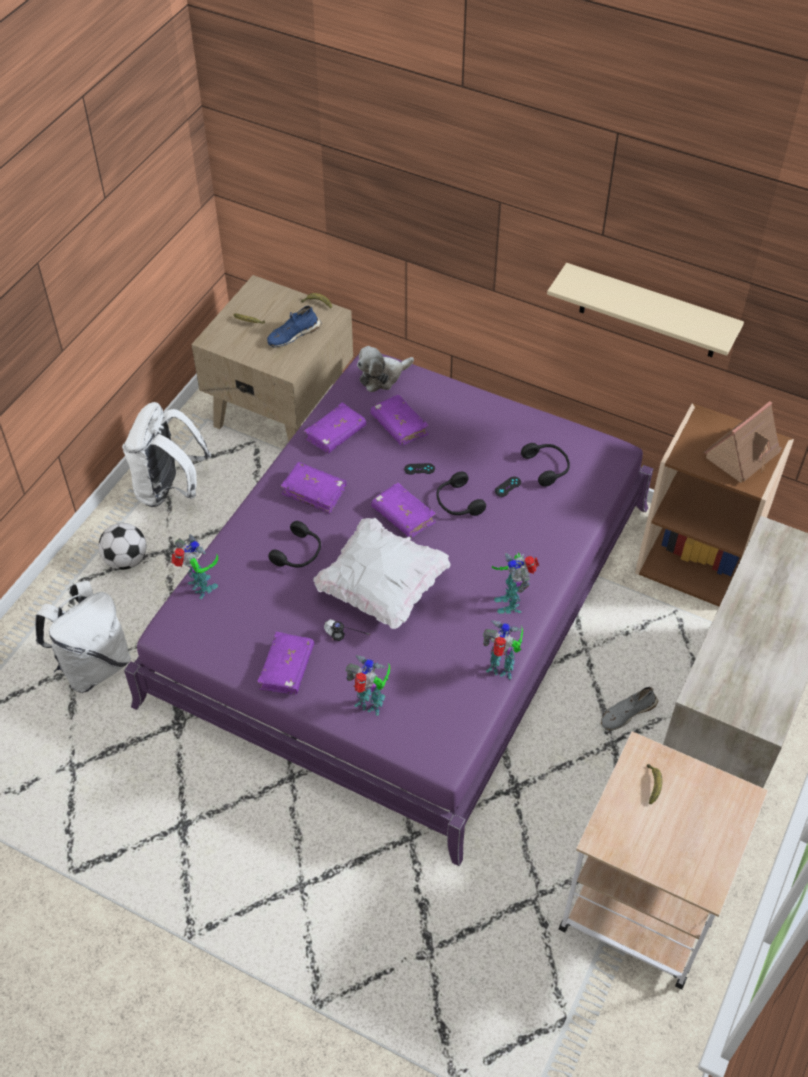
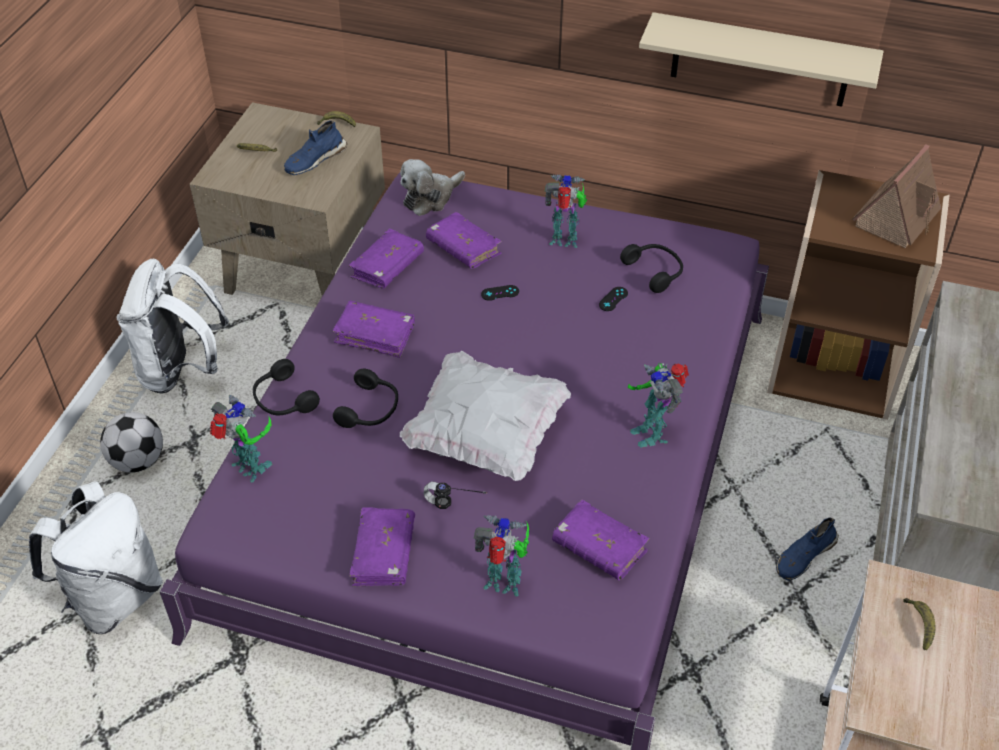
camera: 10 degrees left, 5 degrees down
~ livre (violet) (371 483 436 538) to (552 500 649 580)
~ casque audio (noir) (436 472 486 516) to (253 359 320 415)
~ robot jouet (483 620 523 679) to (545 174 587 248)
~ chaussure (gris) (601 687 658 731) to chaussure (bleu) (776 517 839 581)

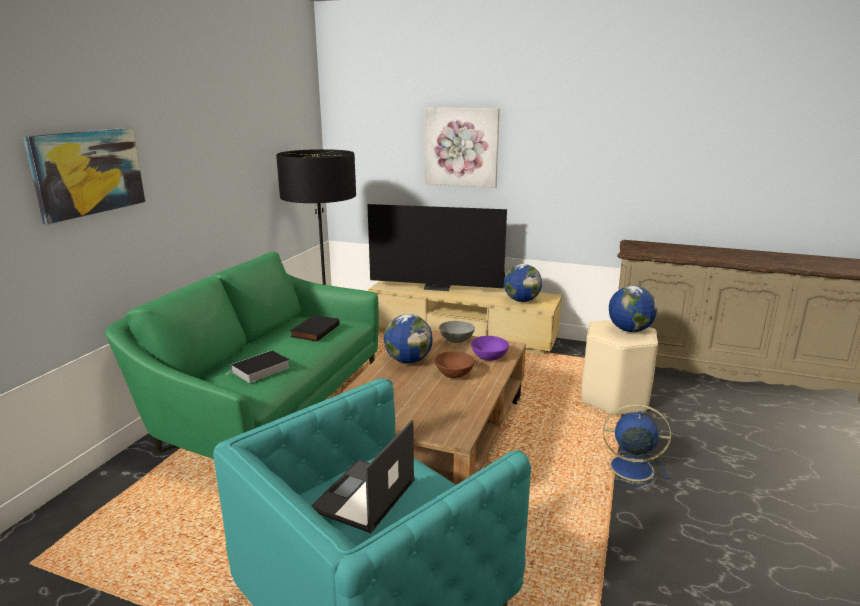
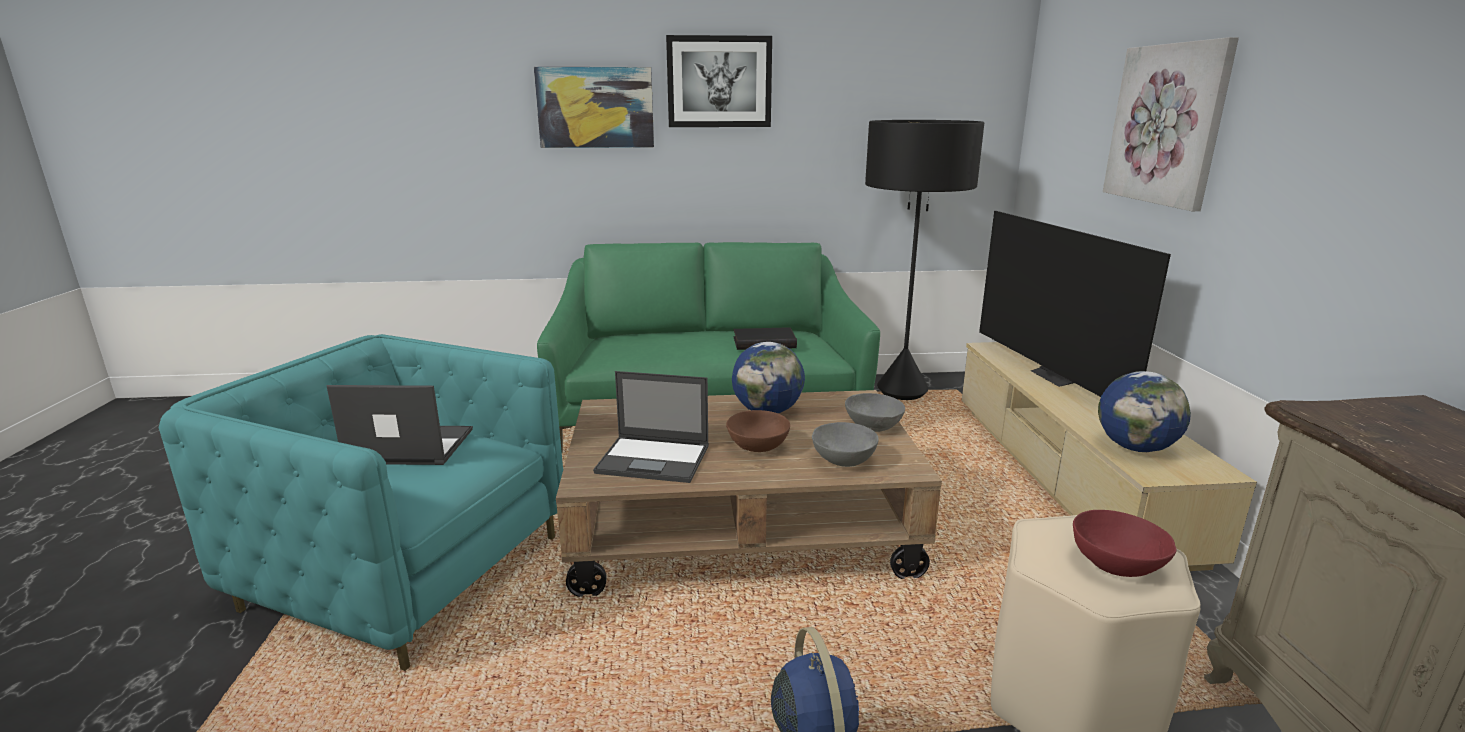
camera: 65 degrees right, 0 degrees up
- livre (224 350 290 383)
~ bol (violet) (471 336 509 361) to bol (gris) (812 422 879 467)
~ globe (609 286 657 332) to bol (rouge) (1073 510 1177 577)
+ ordinateur portable (593 371 709 483)
+ tableau (666 35 772 127)

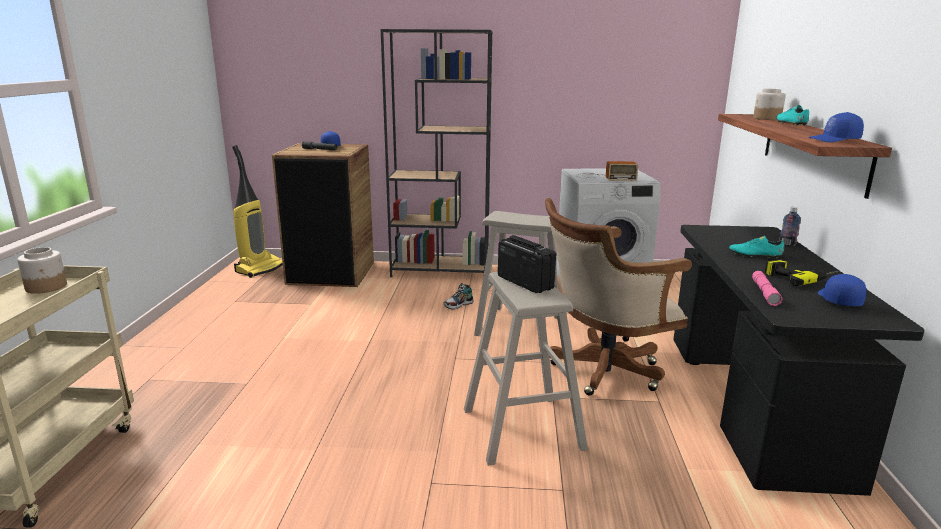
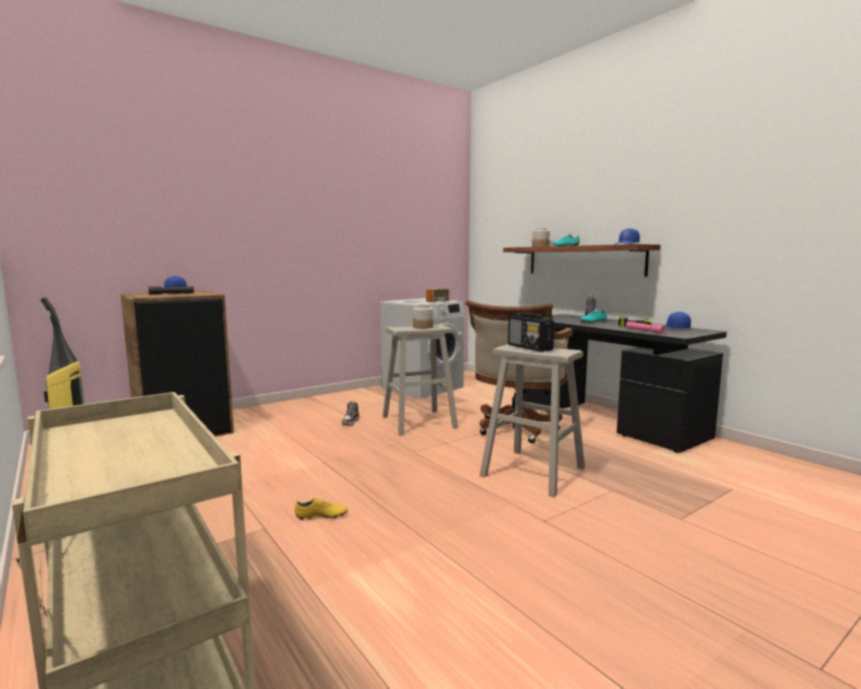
camera: 40 degrees left, 10 degrees down
~ bocal (17 247 67 294) to (413 305 433 329)
- bibliothèque (381 29 492 277)
~ radio (498 235 556 293) = (508 312 554 352) 135 degrees counterclockwise
+ chaussure (jaune) (295 498 348 520)

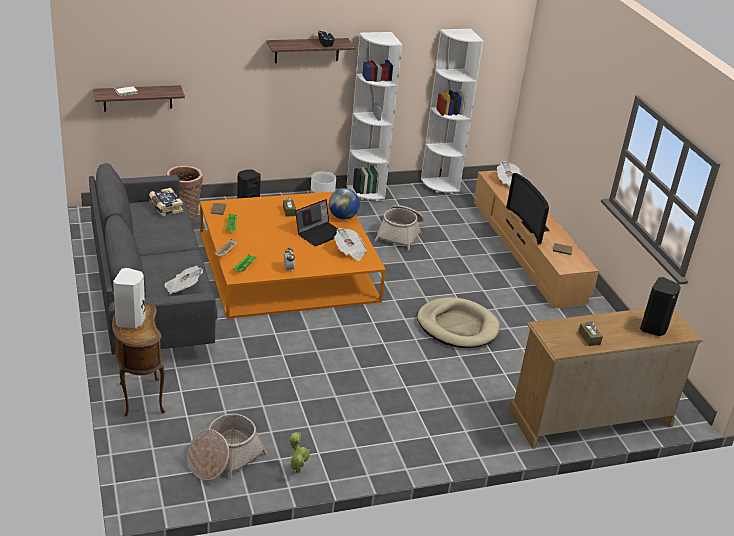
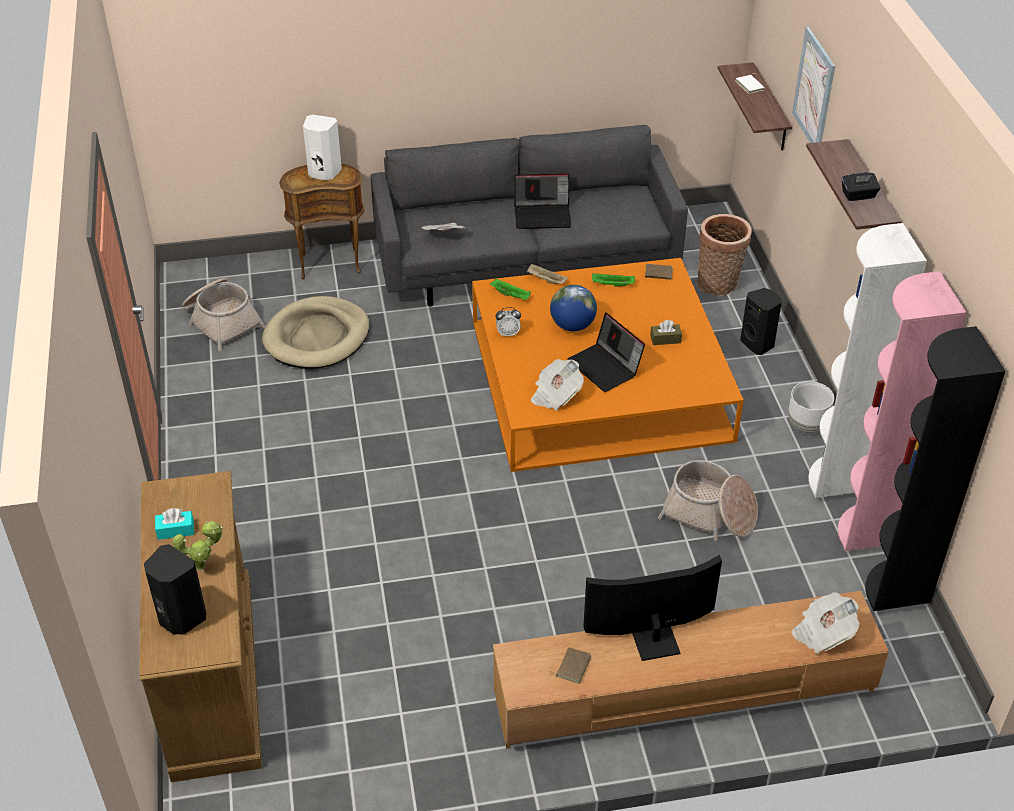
camera: 100 degrees right, 10 degrees up
- livre (149 188 183 216)
~ plante en pot (289 432 310 473) to (172 521 223 571)
~ globe (329 188 360 219) to (550 285 597 331)
~ panier pour chien (beige) (417 297 500 348) to (262 296 369 368)
~ bibliothèque (blanc) (421 29 483 194) to bibliothèque (noir) (865 326 1005 611)
~ boîte à mouchoirs (marron) (578 321 603 346) to boîte à mouchoirs (turquoise) (155 508 194 540)
+ ordinateur portable (514 173 571 229)
+ tableau (792 27 835 143)
+ bibliothèque (rose) (838 271 967 551)

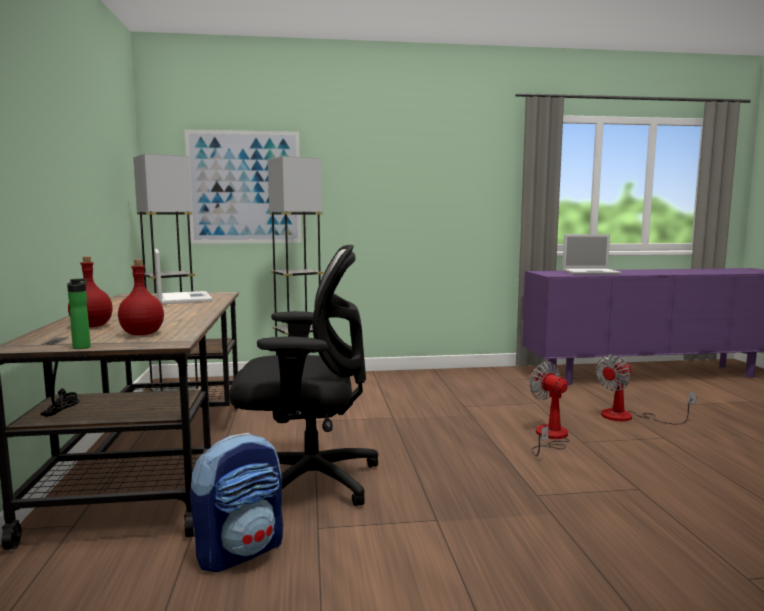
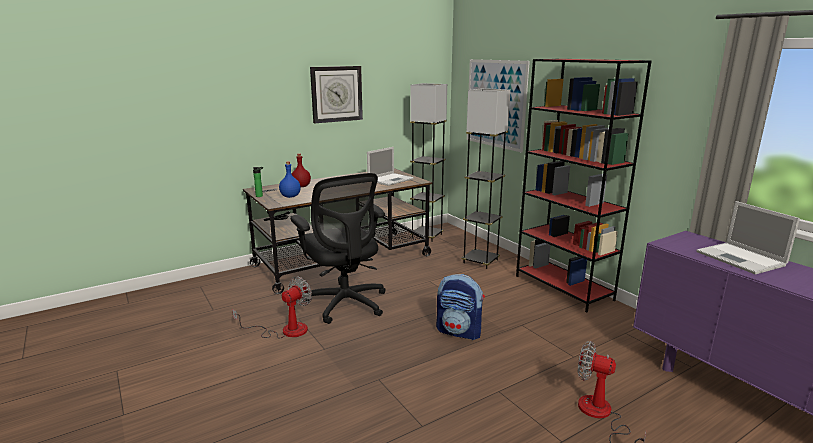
camera: 65 degrees right, 10 degrees up
~ bouteille (rouge) (118 260 164 335) to bouteille (bleu) (279 161 301 198)
~ sac à dos (190 433 283 572) to (436 274 485 340)
~ ventilateur (529 362 570 456) to (232 277 312 339)
+ horloge murale (310 66 363 123)
+ bibliothèque (rouge) (516 59 651 312)

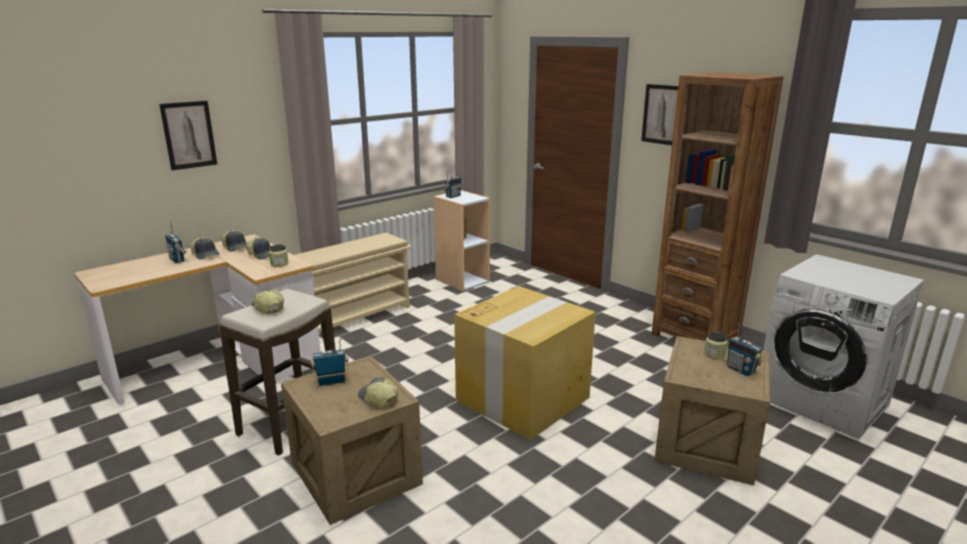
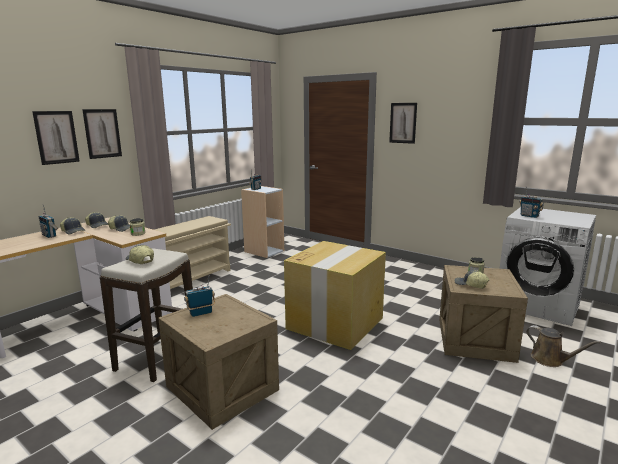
camera: 10 degrees left, 5 degrees down
~ casquette (358 378 398 408) to (455 270 489 289)
- bibliothèque (marron) (652 73 784 341)
~ radio (727 323 762 376) to (519 186 544 218)
+ tableau (82 109 122 159)
+ arrosoir (marron) (526 325 601 367)

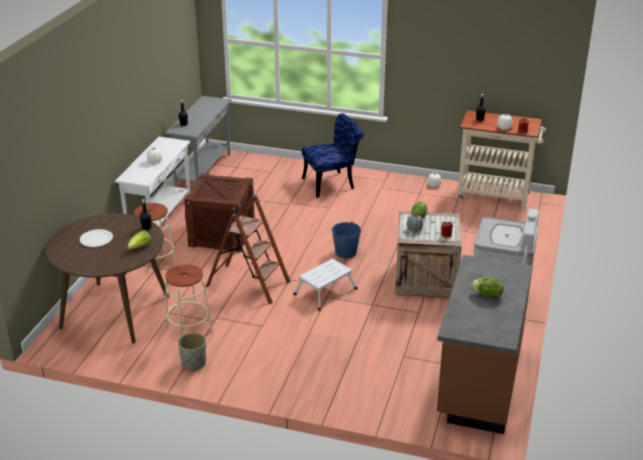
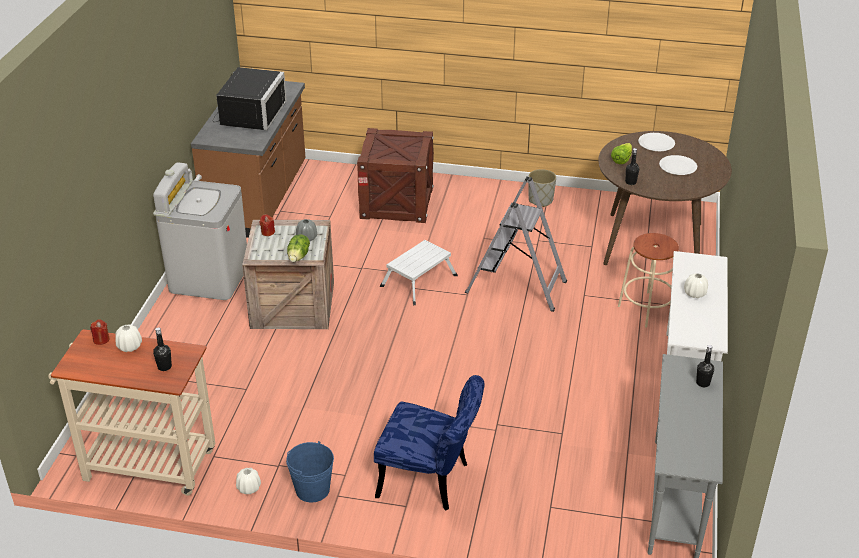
camera: 175 degrees right, 5 degrees up
- tabouret (beige) (165 264 213 337)
~ caisse (184 173 255 252) to (357 128 434 223)
~ escabeau (marron) (206 195 290 304) to escabeau (gris) (465 176 567 312)
~ chaise (bleu) (302 113 364 198) = (374 375 485 511) 135 degrees counterclockwise
~ seau (bleu) (332 221 361 258) to (286 441 334 502)
~ laitue (471 277 504 297) to micro-ondes (noir) (213 67 287 130)
+ assiette (blanc) (638 133 675 151)

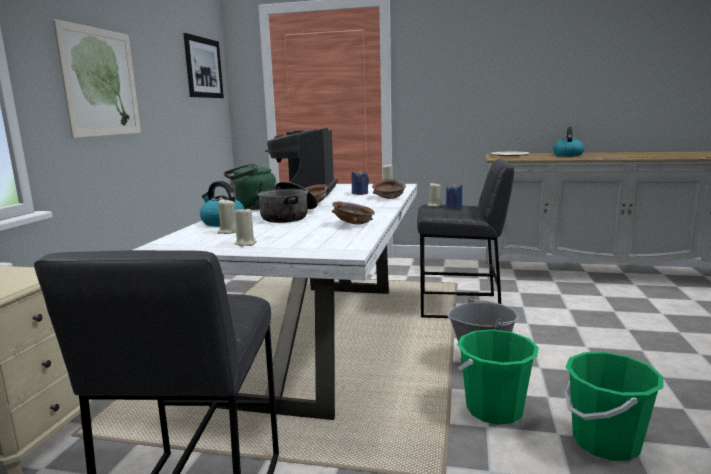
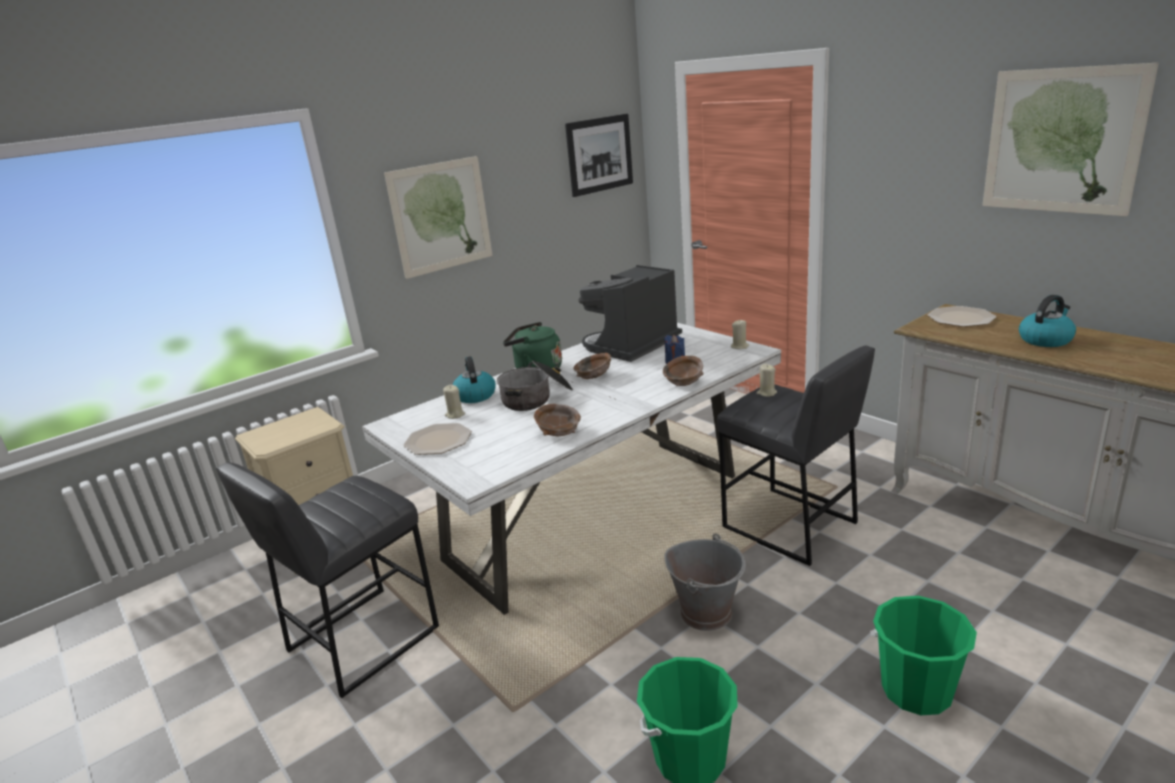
camera: 40 degrees right, 10 degrees up
~ bougie (beige) (234 207 257 246) to assiette (403 423 472 455)
- bougie (bleu) (446 183 462 208)
~ seau (vert) (457 329 539 425) to (870 596 977 715)
+ tableau (983 63 1158 216)

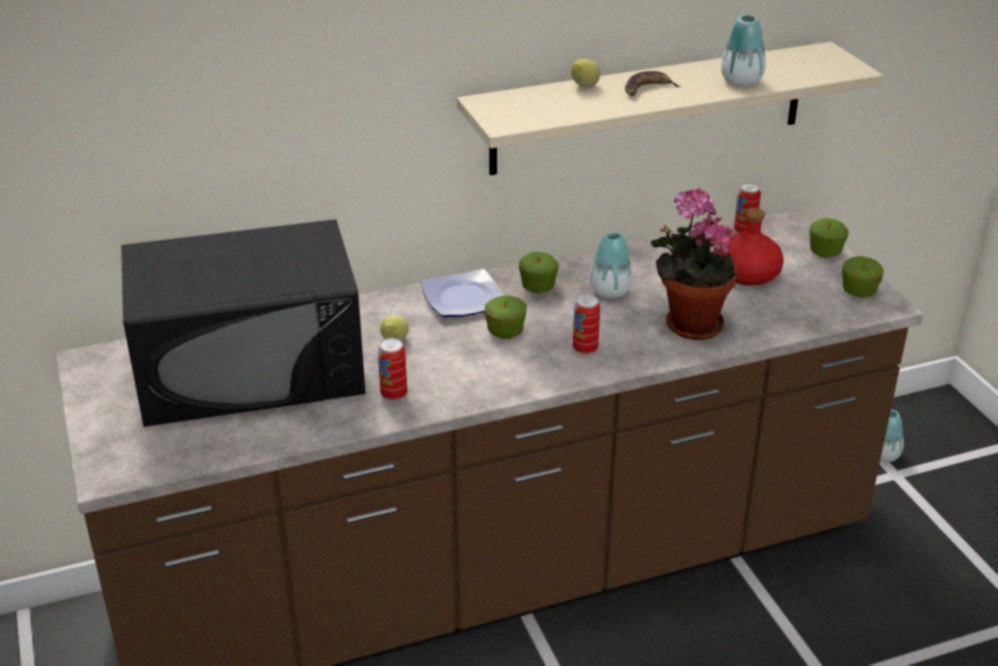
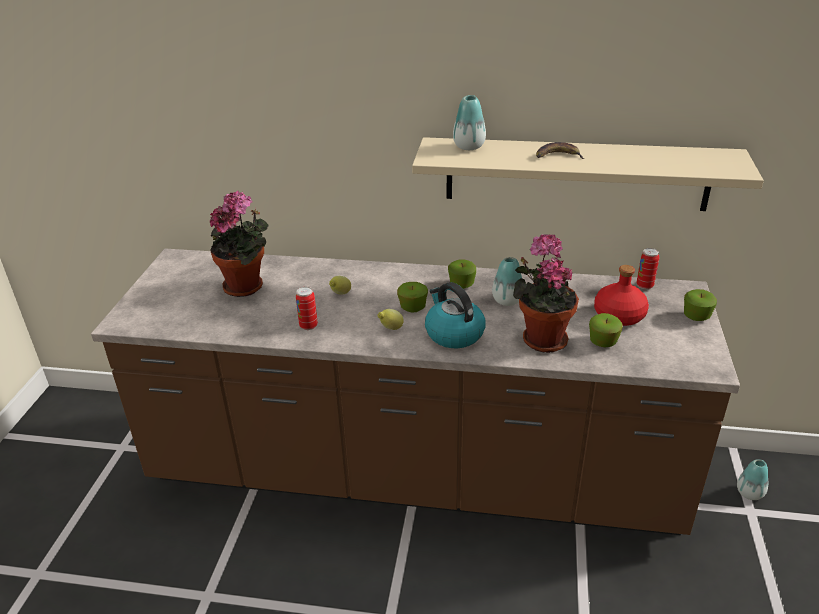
camera: 30 degrees right, 0 degrees up
~ micro-ondes (noir) (121 219 365 427) to plante en pot (210 191 269 297)
- assiette (421 269 504 317)
~ citron (571 59 600 87) to (378 309 404 330)
~ boîte métallique (573 295 600 355) to bouilloire (425 282 486 348)
~ vase (721 14 766 87) to (453 95 486 150)
~ pomme (842 256 884 298) to (589 313 623 347)

